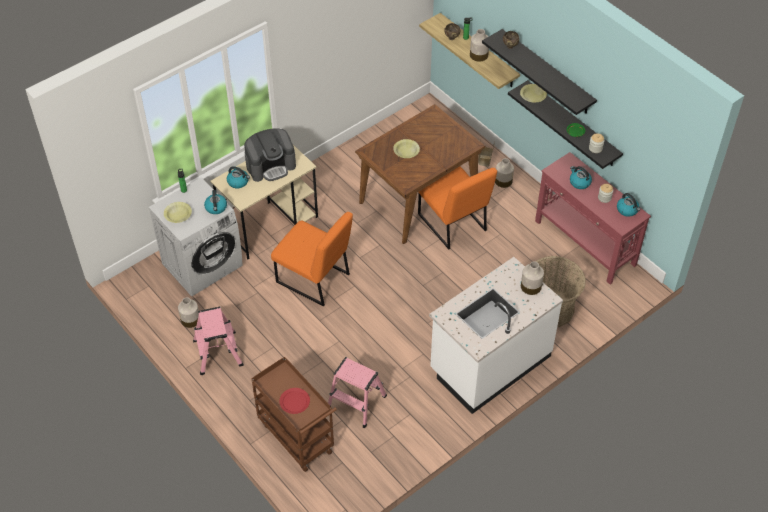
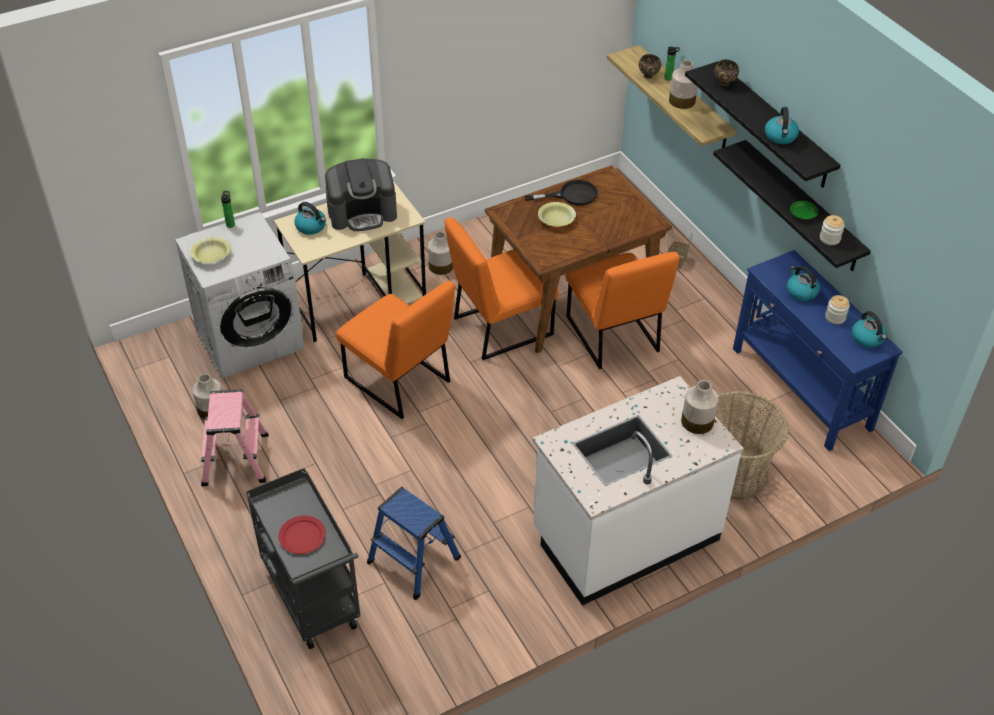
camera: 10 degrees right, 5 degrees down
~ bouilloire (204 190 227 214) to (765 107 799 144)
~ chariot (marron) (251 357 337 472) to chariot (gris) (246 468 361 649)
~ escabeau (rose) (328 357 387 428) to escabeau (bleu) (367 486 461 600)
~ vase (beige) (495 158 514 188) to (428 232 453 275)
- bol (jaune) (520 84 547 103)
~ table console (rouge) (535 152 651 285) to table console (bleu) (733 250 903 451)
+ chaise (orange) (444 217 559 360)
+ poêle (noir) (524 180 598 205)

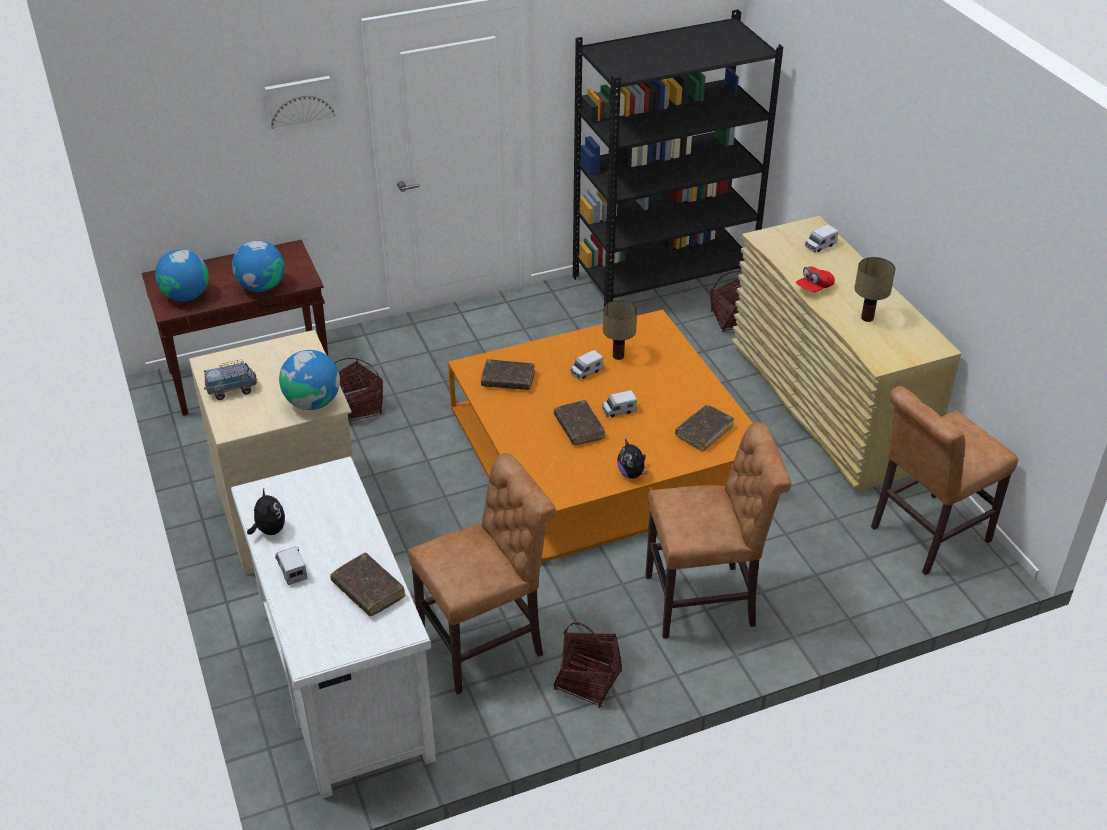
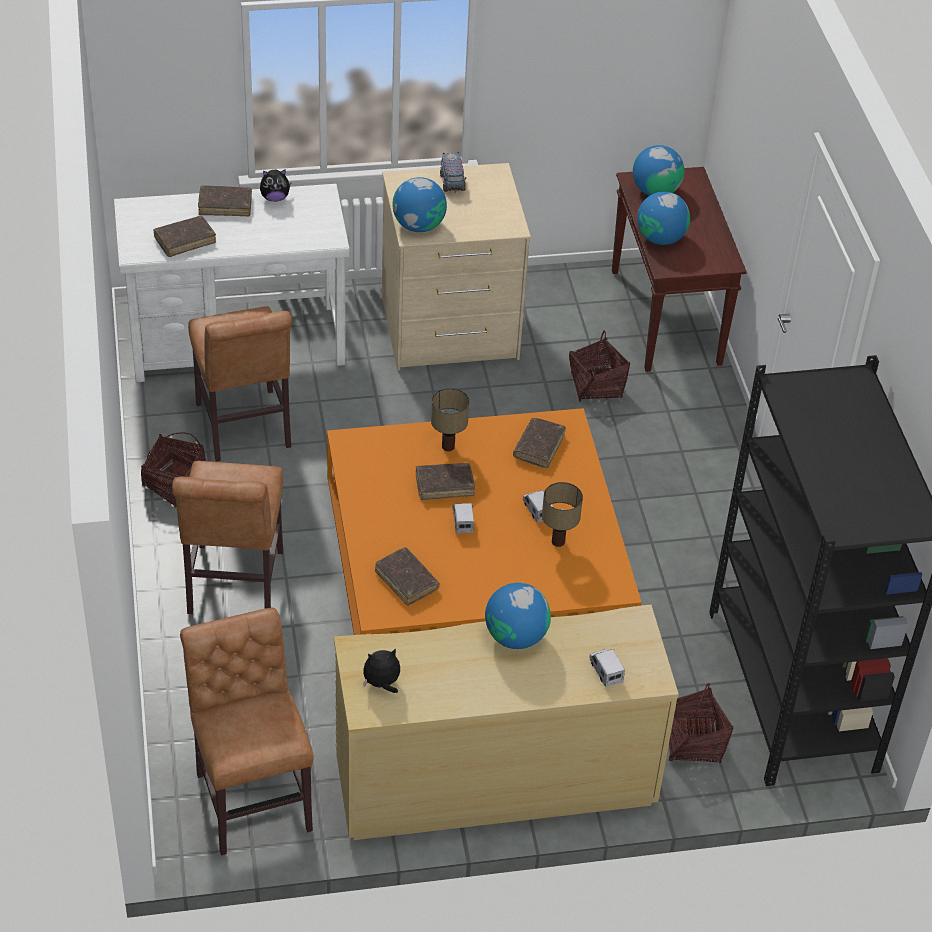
camera: 100 degrees right, 5 degrees up
- tableau (265 76 335 129)
~ camion jouet (275 546 308 585) to livre (marron) (198 185 252 217)
~ peluche (617 439 648 479) to (363 648 400 693)
~ casquette (rouge) (796 266 835 292) to globe (485 583 551 649)
~ lampe de table (854 257 895 322) to (431 388 469 451)

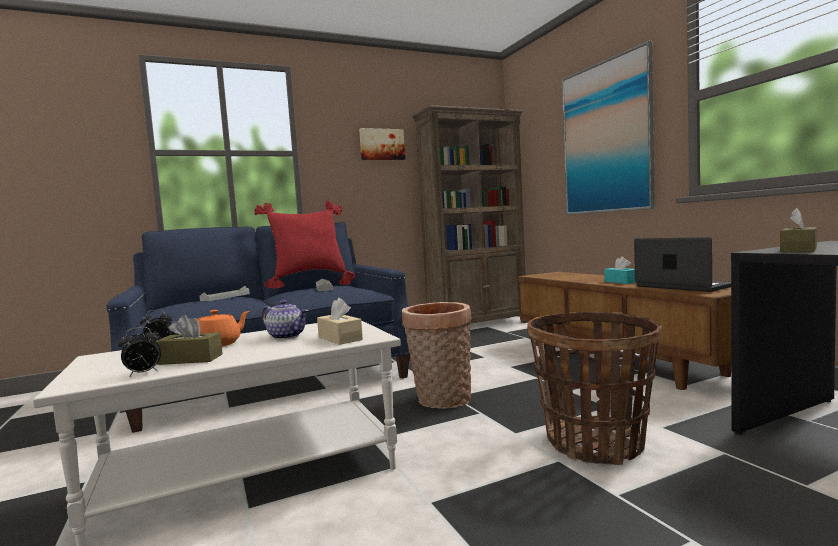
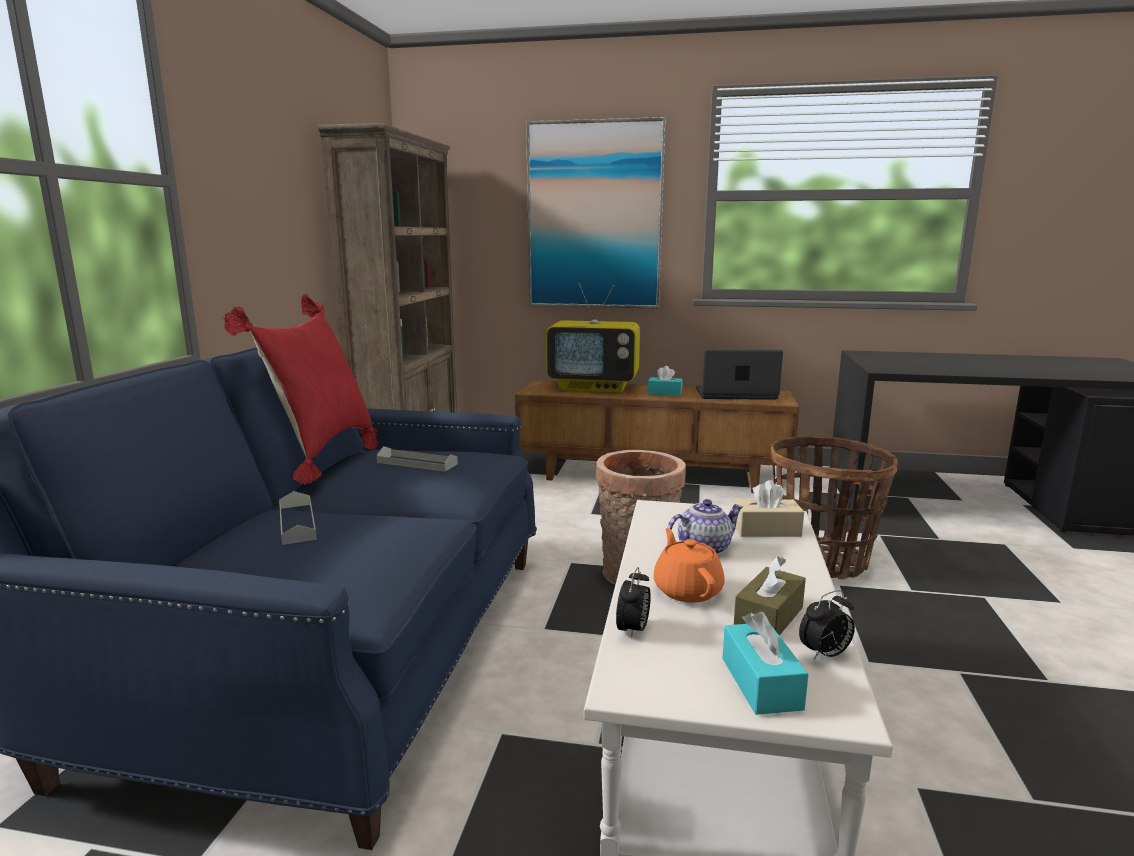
camera: 55 degrees left, 10 degrees up
~ réveil (118 327 161 377) = (799 590 855 661) 60 degrees clockwise
- tableau (359 128 405 160)
- boîte à mouchoirs (marron) (780 208 817 252)
+ téléviseur (546 283 640 393)
+ boîte à mouchoirs (turquoise) (722 612 809 715)

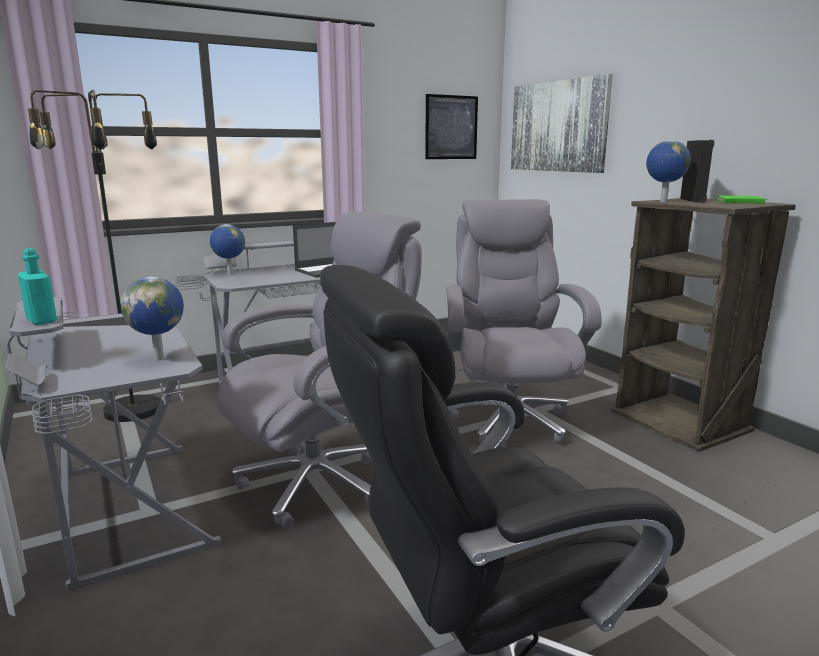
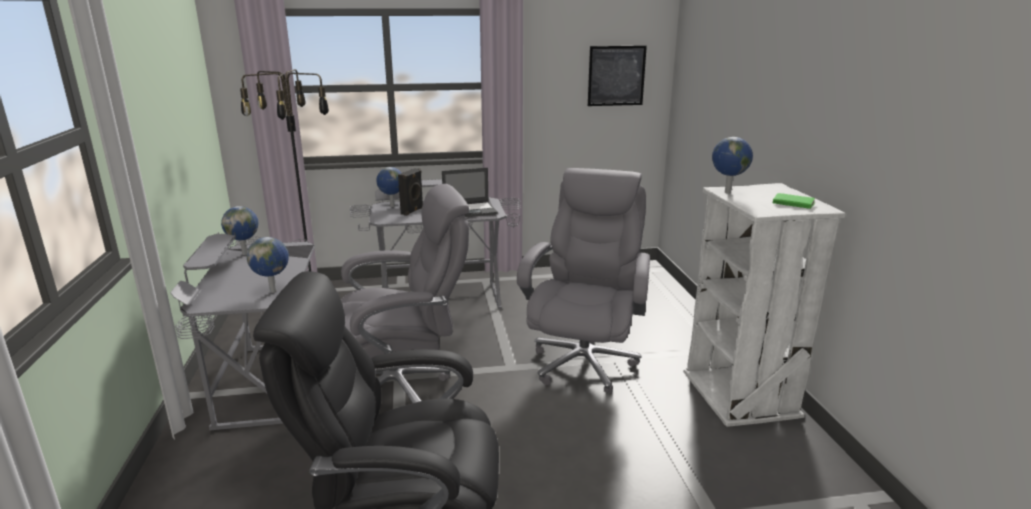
camera: 20 degrees right, 5 degrees up
- bouteille (turquoise) (18 248 57 325)
- tableau (511 74 613 173)
~ bibliothèque (marron) (611 198 796 452) to bibliothèque (blanc) (683 183 845 427)
~ enceinte (noir) (680 140 714 203) to (398 168 423 216)
+ globe (221 206 258 255)

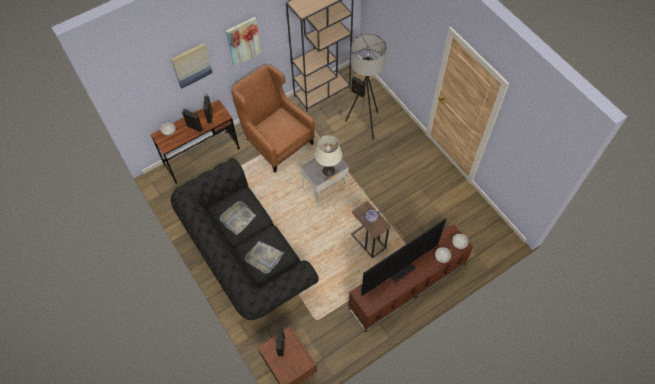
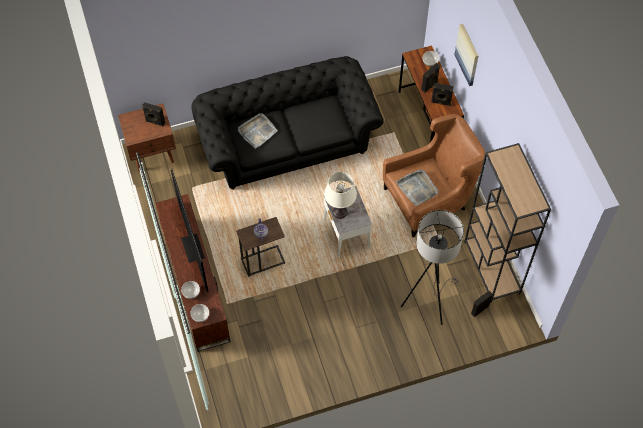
camera: 105 degrees right, 0 degrees up
~ plateau (gris) (220 201 256 235) to (396 170 438 206)
- tableau (226 17 261 66)

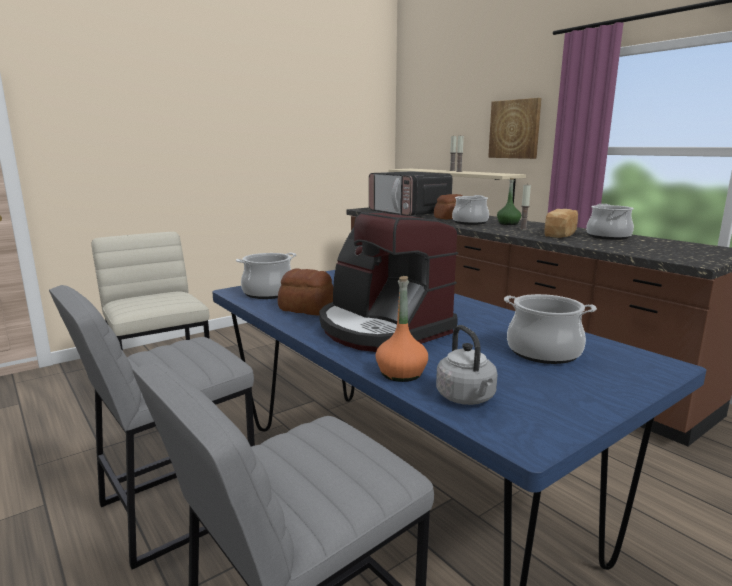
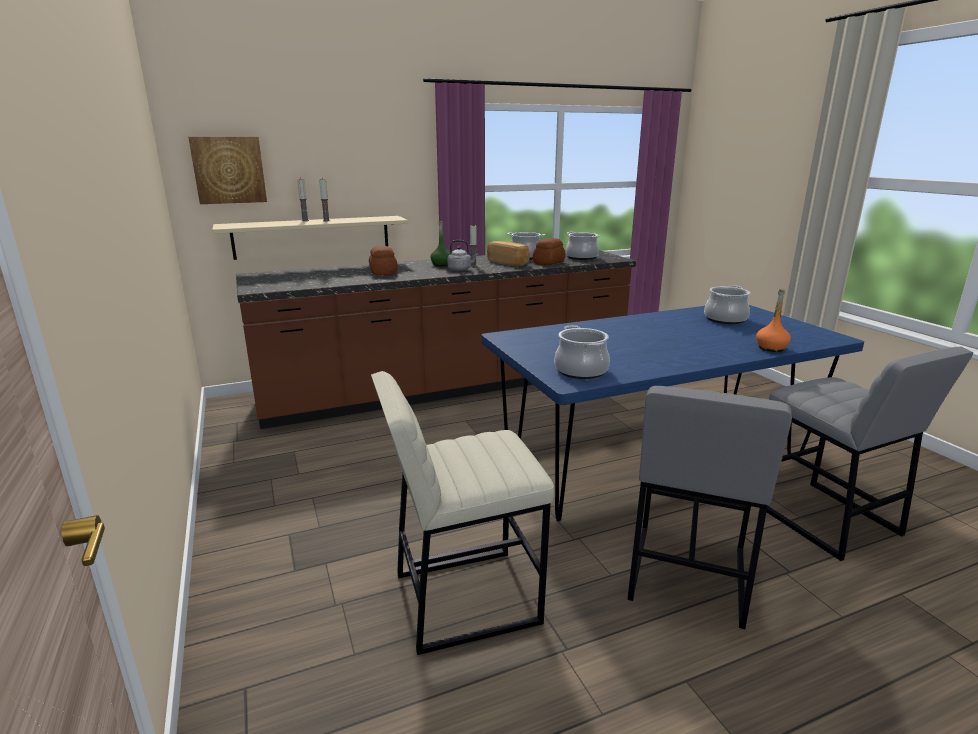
camera: 75 degrees left, 5 degrees up
~ chaise (gris) (49 285 255 570) = (628 386 792 629) 45 degrees clockwise
~ pain (278 268 333 315) to (533 238 565 265)
- machine à café (319 212 458 352)
- micro-ondes (369 171 453 217)
~ bouilloire (gris) (436 325 498 405) to (447 240 478 271)
~ marmite (452 195 489 225) to (566 232 600 260)
~ tableau (488 98 542 159) to (188 137 267 204)

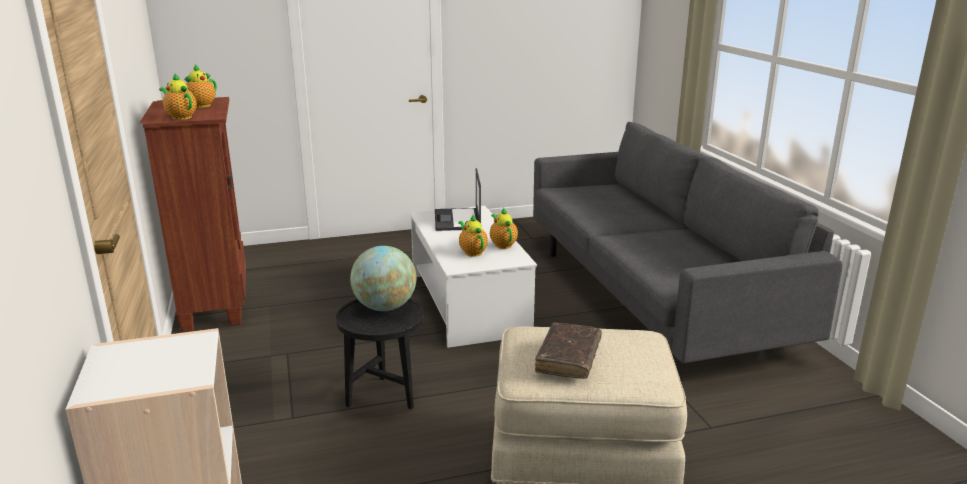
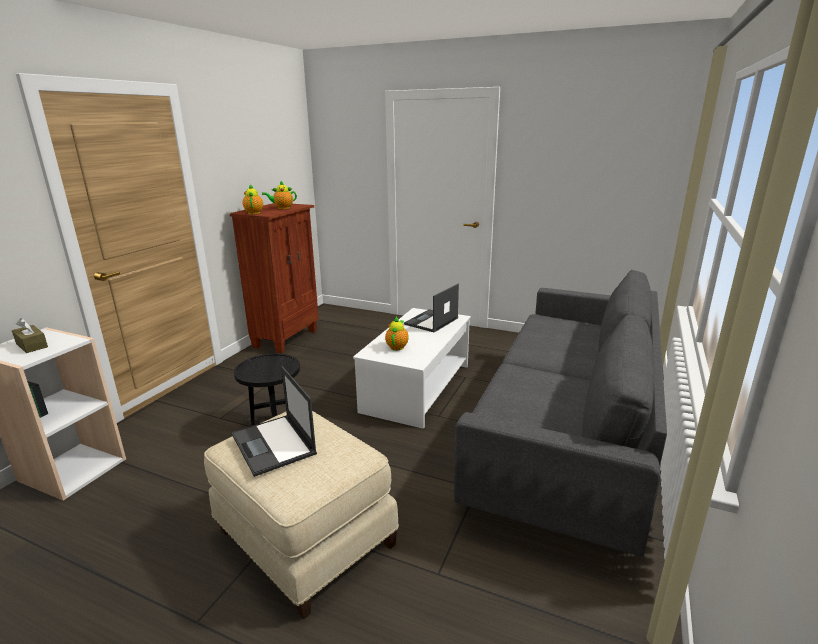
camera: 40 degrees right, 0 degrees up
- globe (350 246 416 311)
- théière (490 208 518 249)
~ livre (marron) (535 323 602 379) to ordinateur portable (232 366 317 477)
+ boîte à mouchoirs (marron) (12 318 48 353)

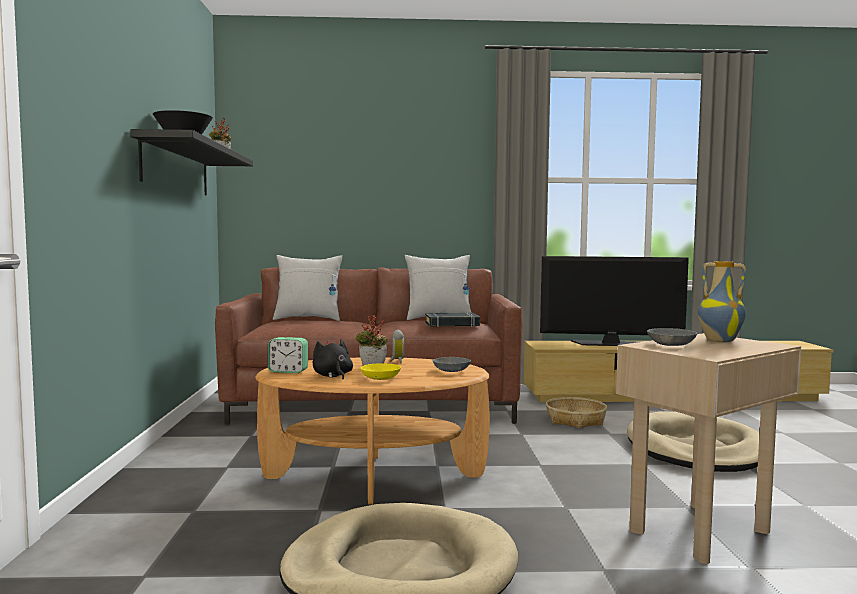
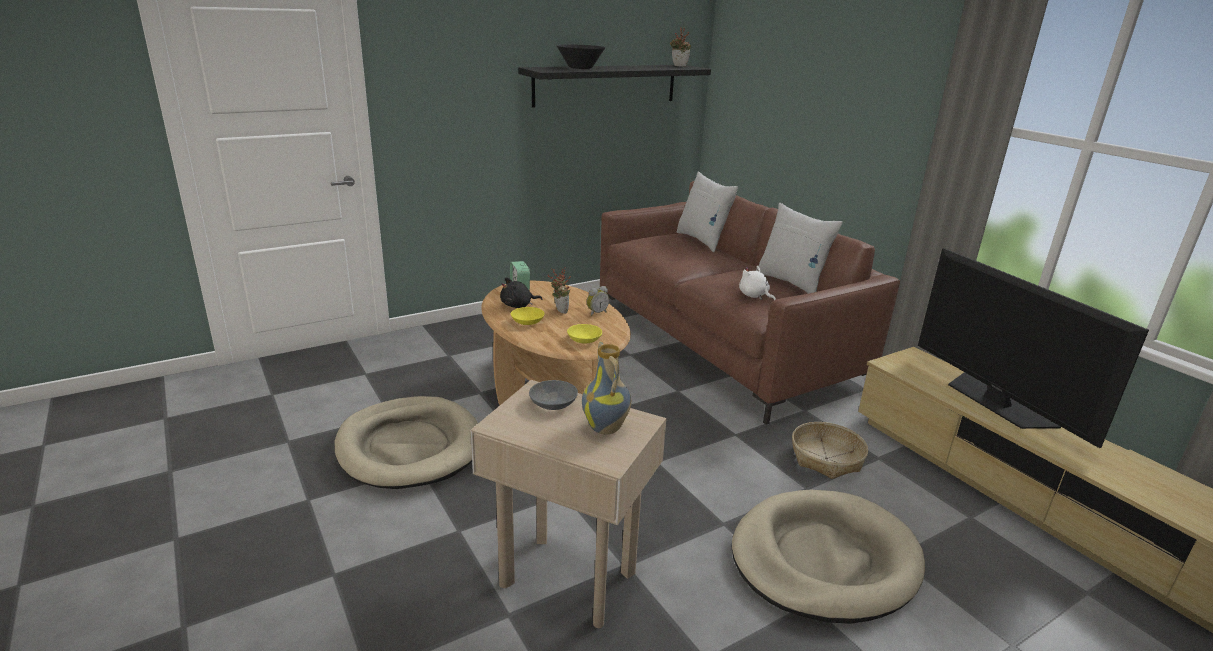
camera: 60 degrees right, 20 degrees up
~ peluche (noir) (313 339 353 379) = (500 277 543 308) 150 degrees counterclockwise
~ livre (noir) (425 313 480 327) to peluche (blanc) (739 266 776 300)
~ bol (gris) (433 357 471 372) to bol (jaune) (567 324 602 343)

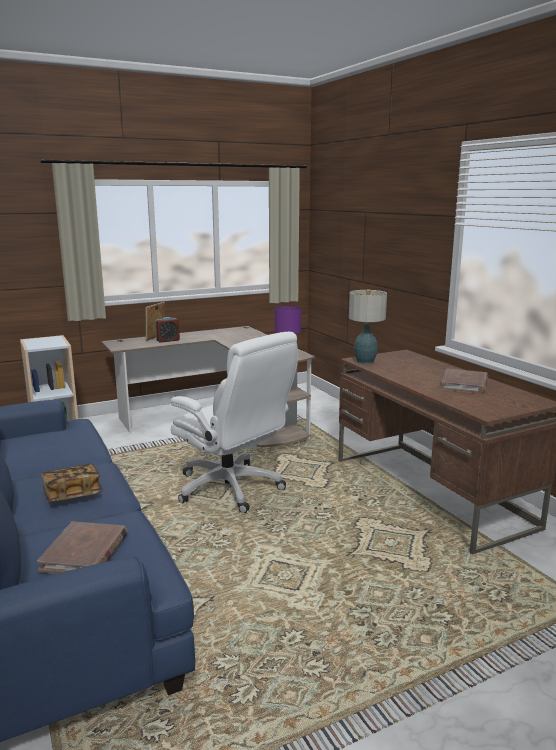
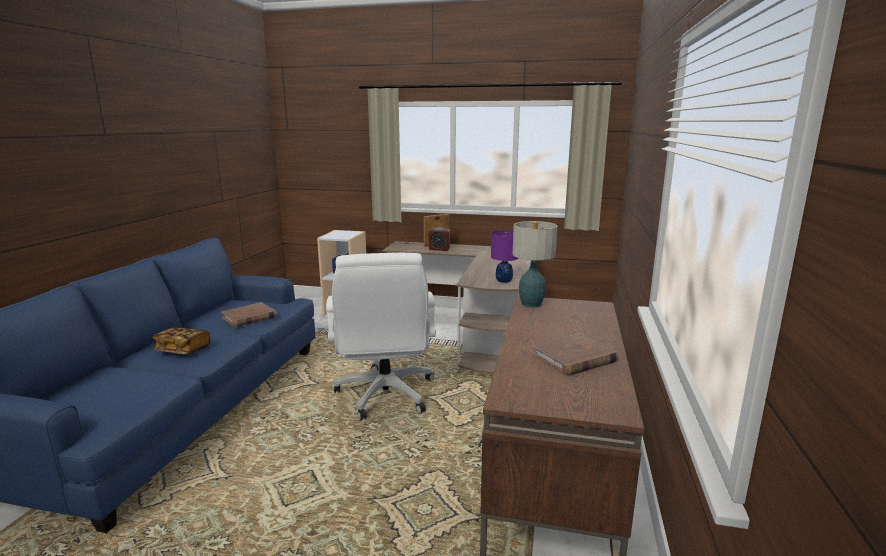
camera: 40 degrees right, 0 degrees up
~ livre (marron) (37 521 128 574) to (221 302 276 327)

